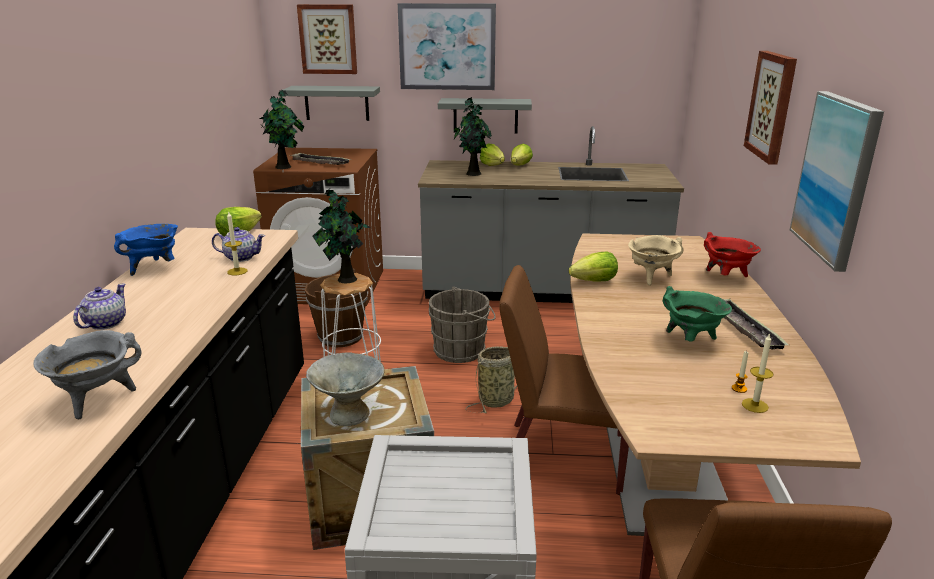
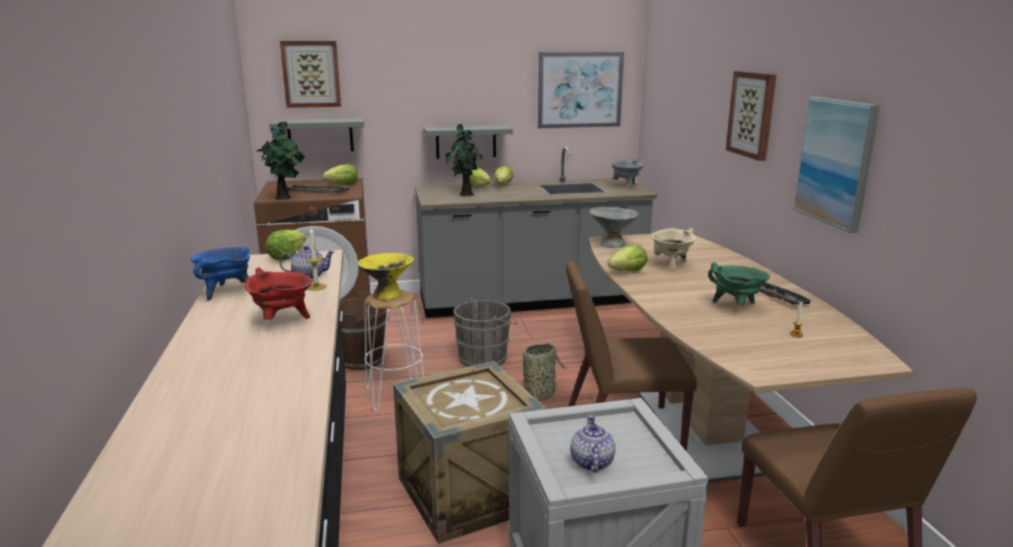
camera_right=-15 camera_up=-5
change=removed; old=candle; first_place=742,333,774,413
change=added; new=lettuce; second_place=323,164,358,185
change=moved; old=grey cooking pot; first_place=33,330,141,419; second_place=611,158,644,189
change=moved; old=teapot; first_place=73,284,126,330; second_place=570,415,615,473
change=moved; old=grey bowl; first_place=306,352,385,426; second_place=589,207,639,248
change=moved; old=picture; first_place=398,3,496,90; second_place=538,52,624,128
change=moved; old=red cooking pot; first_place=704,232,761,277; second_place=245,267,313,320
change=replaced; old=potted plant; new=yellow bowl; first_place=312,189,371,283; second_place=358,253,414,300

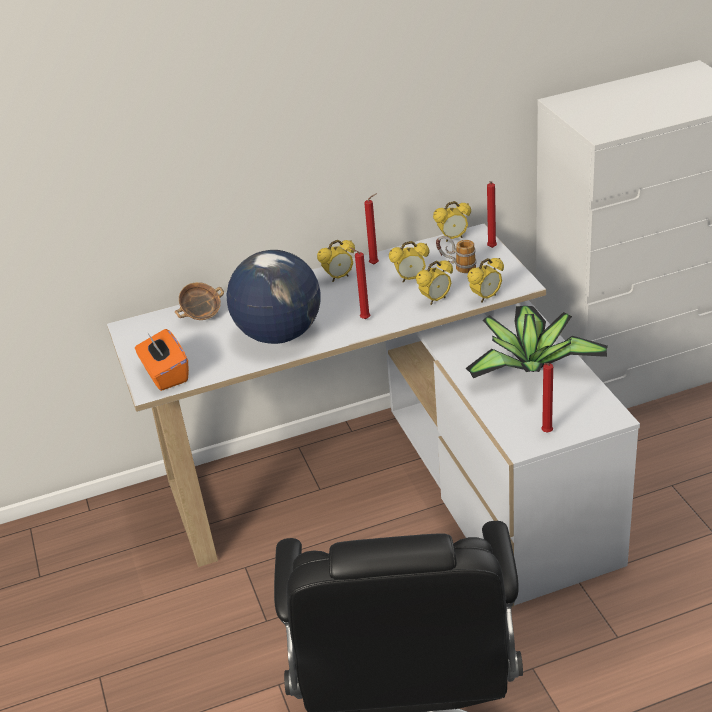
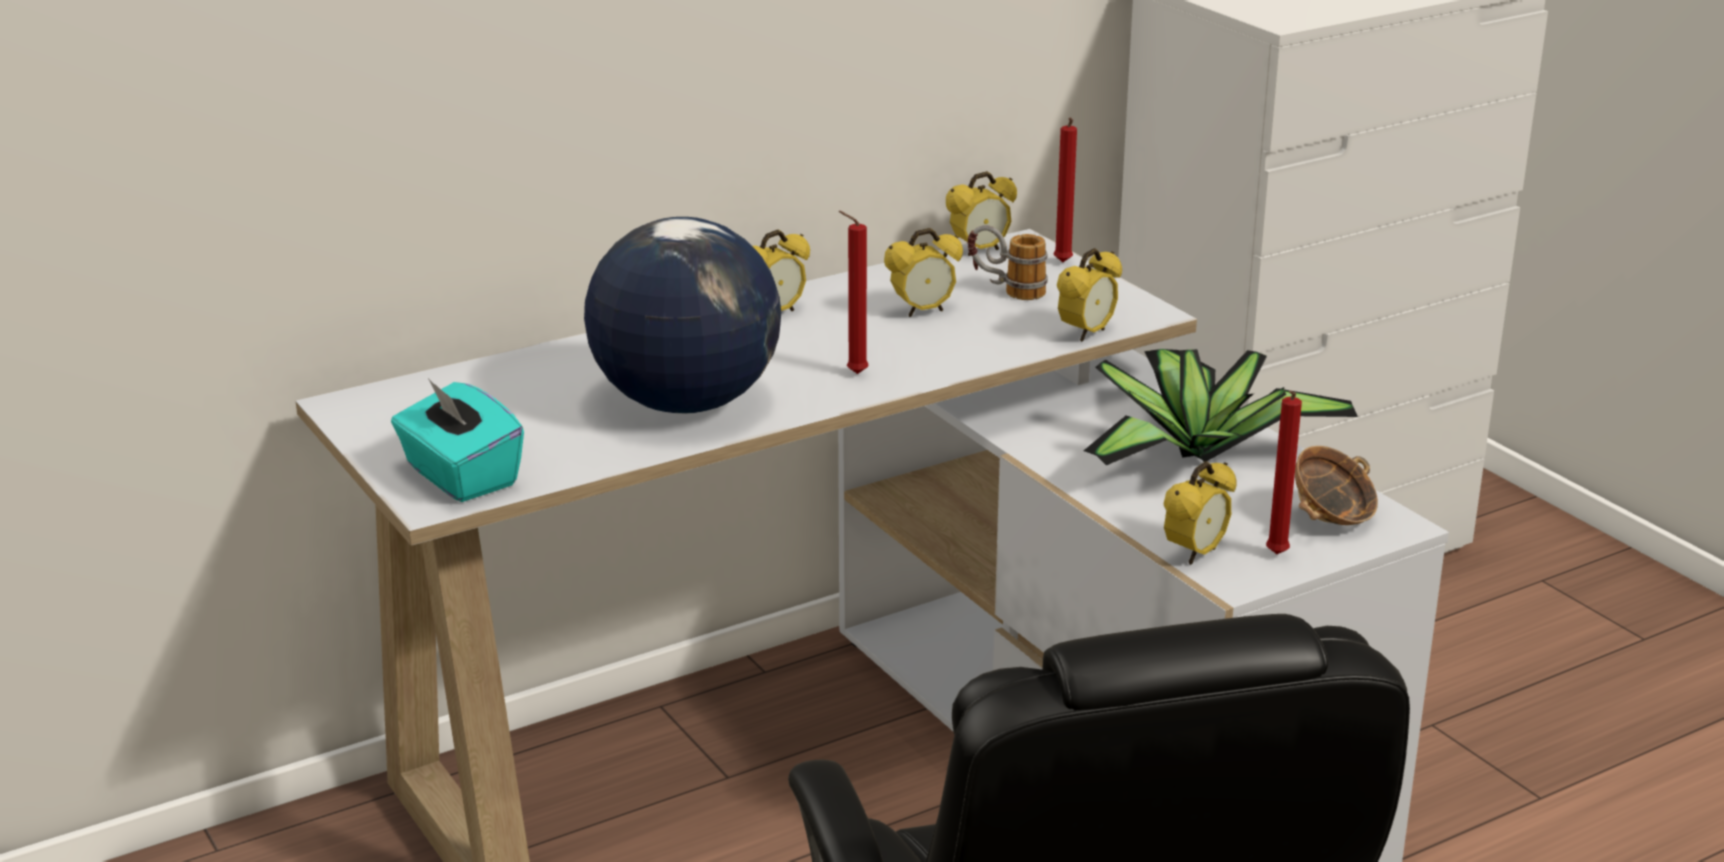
camera_right=-15 camera_up=-10
change=removed; old=red candle; first_place=364,194,379,264
change=moved; old=bowl; first_place=175,282,224,320; second_place=1295,446,1378,525
change=moved; old=alarm clock; first_place=416,260,453,305; second_place=1164,461,1237,565
change=recoloured; old=orange tissue box; new=turquoise tissue box; first_place=135,329,189,391; second_place=391,377,524,502

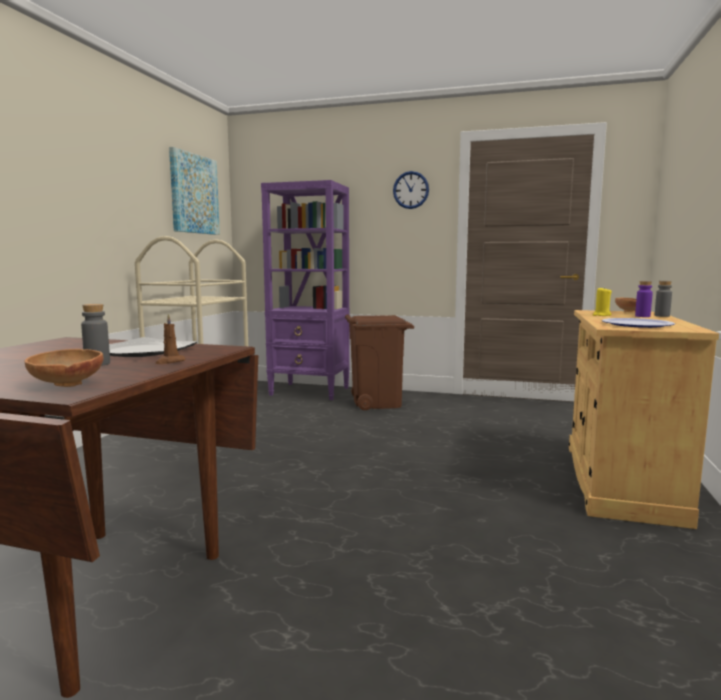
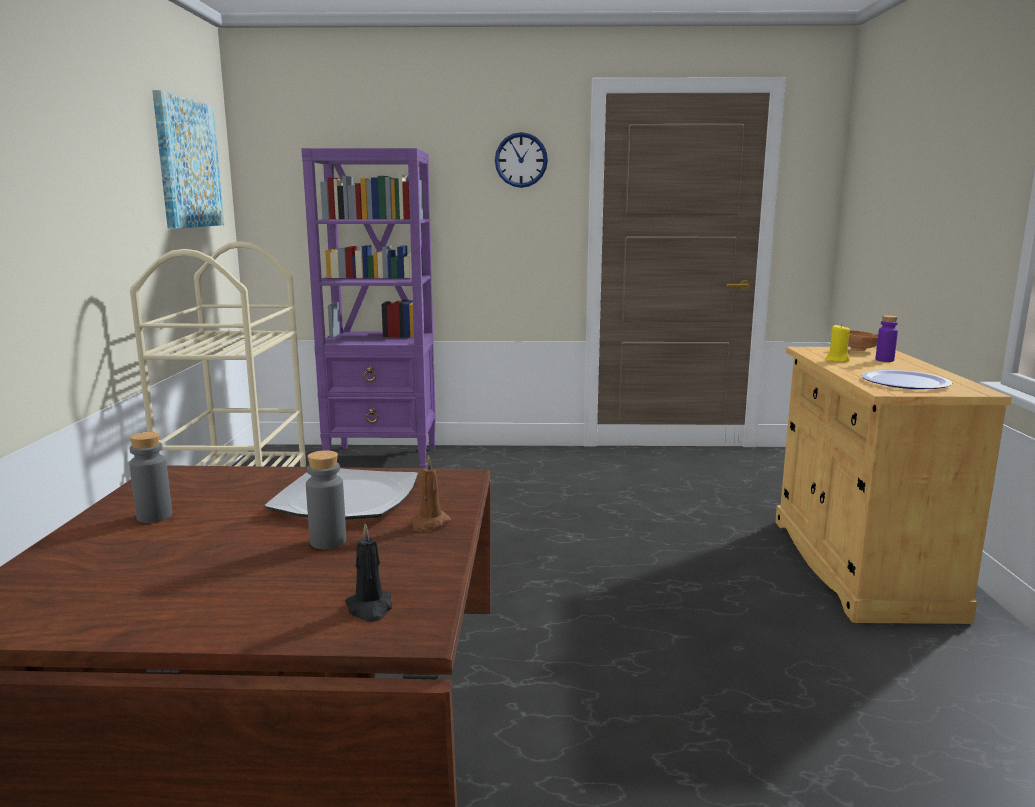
camera_right=-15 camera_up=5
change=removed; old=brown trash can; first_place=345,314,414,410
change=moved; old=grey bottle; first_place=655,281,672,317; second_place=129,432,172,523
change=replaced; old=brown bowl; new=black candle; first_place=25,349,103,387; second_place=345,523,392,622

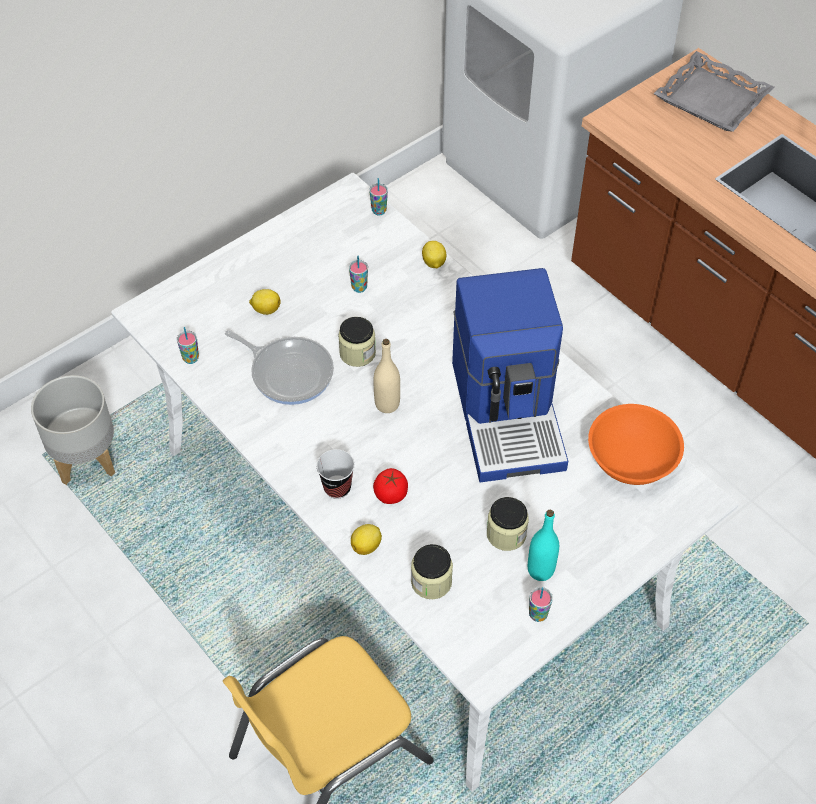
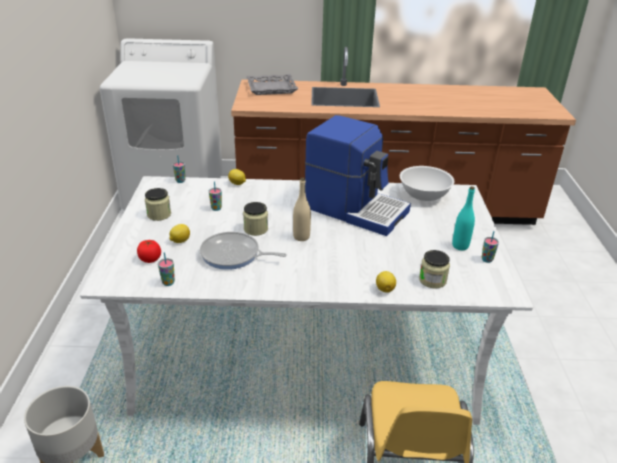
camera_right=-50 camera_up=-20
change=removed; old=cup; first_place=317,449,355,499
change=moved; old=tomato; first_place=373,468,408,504; second_place=137,240,161,263
change=moved; old=jar; first_place=487,497,529,551; second_place=145,188,171,221
change=recoloured; old=orange bowl; new=white bowl; first_place=588,404,684,485; second_place=400,166,454,201
change=turned; old=frying pan; first_place=225,330,334,405; second_place=200,232,287,270; degrees=-150

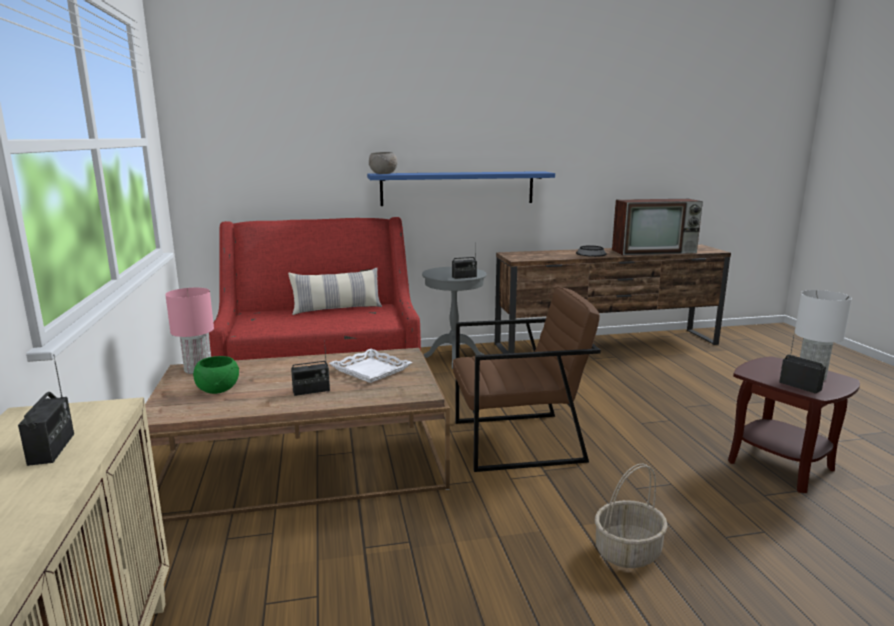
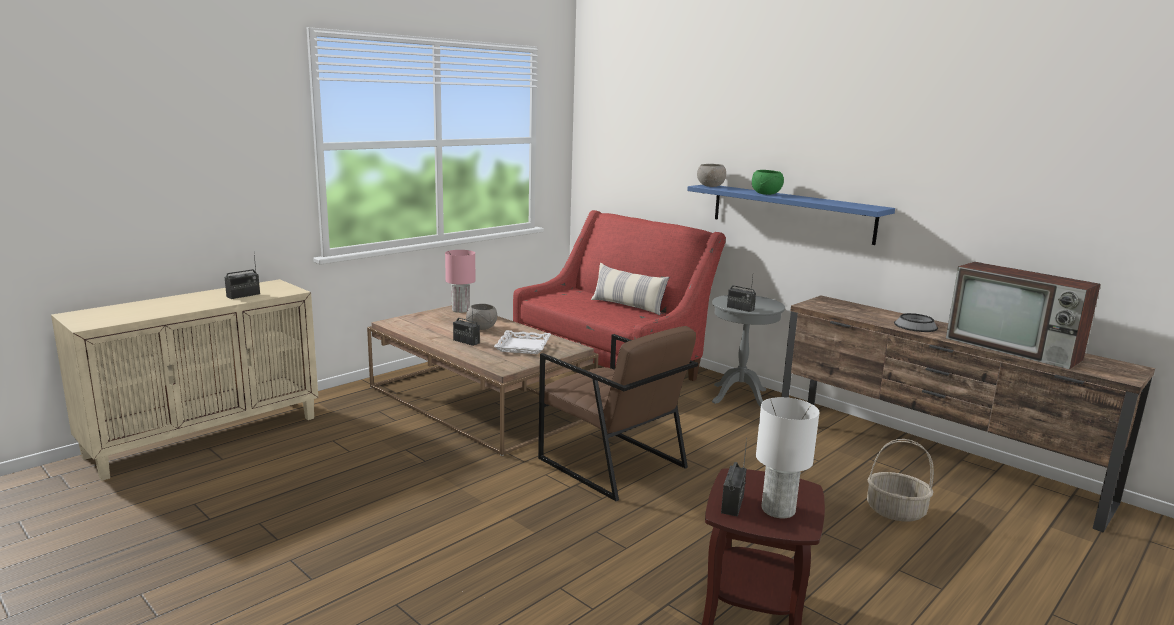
camera_right=55 camera_up=0
change=added; new=grey bowl; second_place=466,304,497,330
change=moved; old=green bowl; first_place=193,356,239,394; second_place=752,170,784,195
change=moved; old=basket; first_place=595,464,668,568; second_place=867,439,934,522

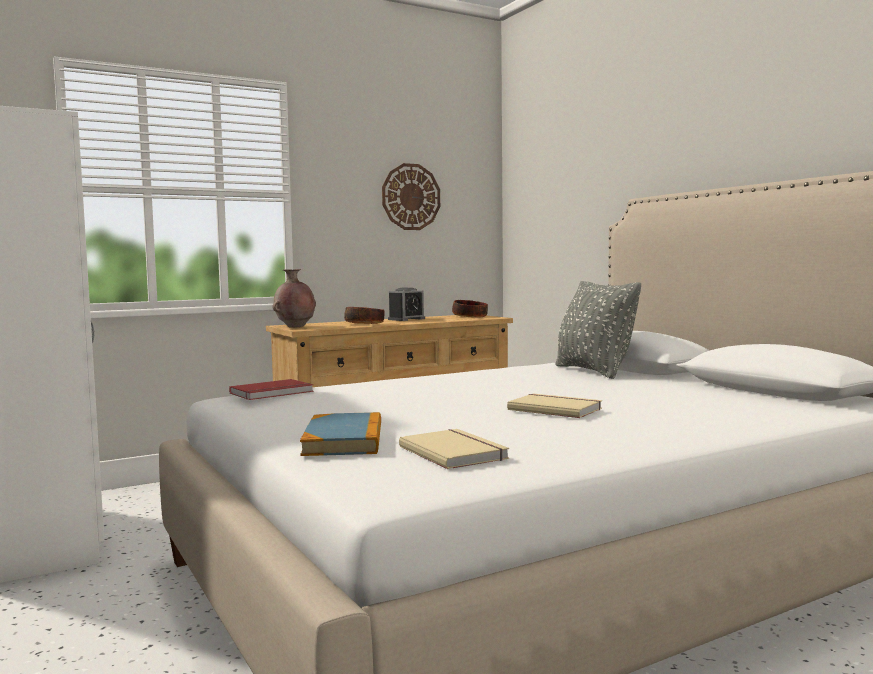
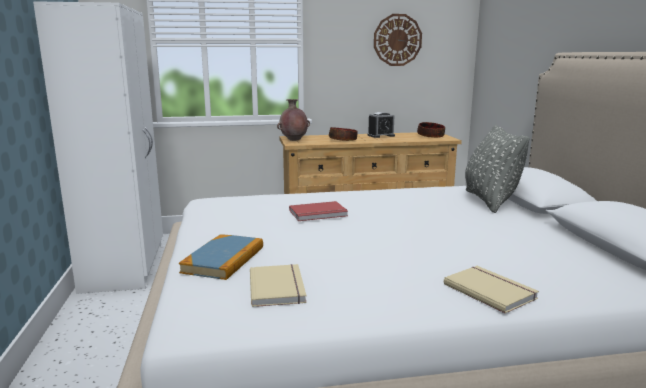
camera_right=20 camera_up=10
change=moved; old=red book; first_place=229,379,314,400; second_place=289,201,348,221
change=moved; old=beige book; first_place=507,393,602,418; second_place=444,266,539,314

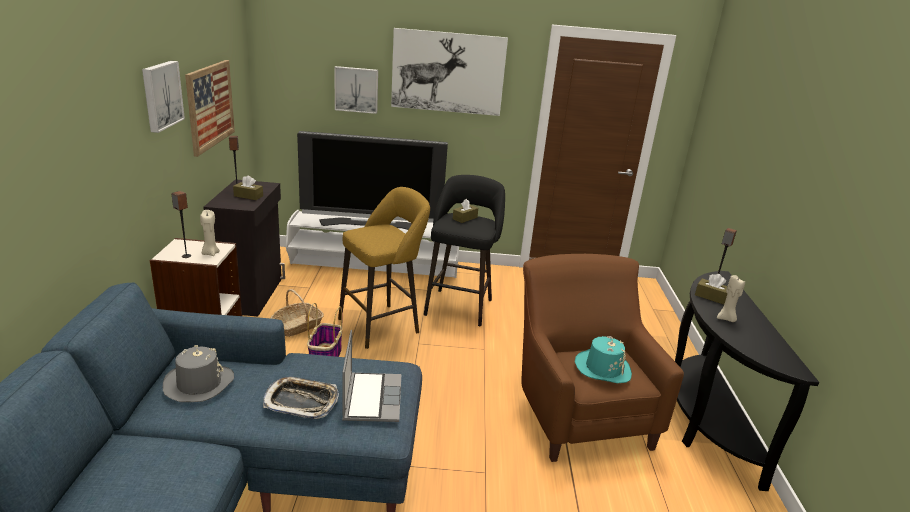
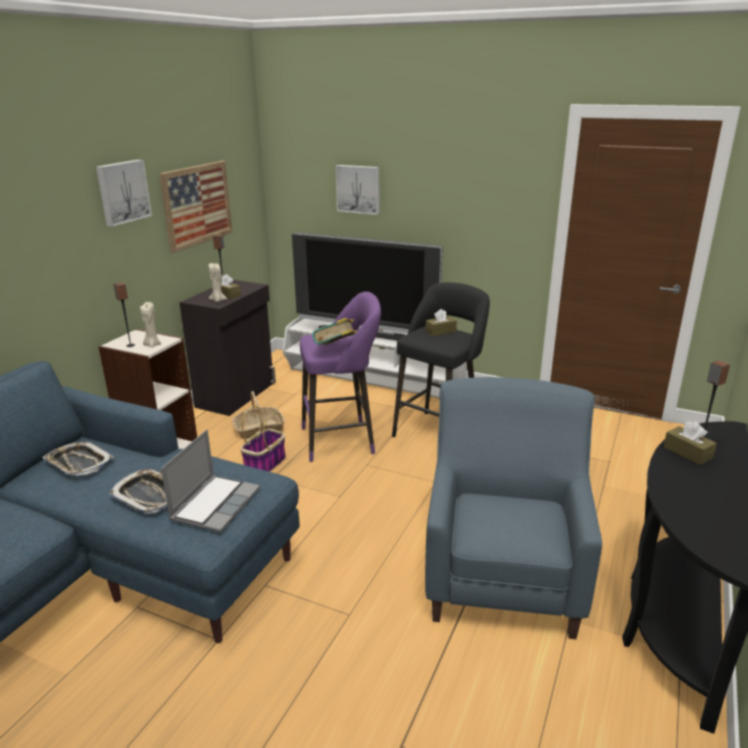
camera_right=25 camera_up=0
change=removed; old=picture; first_place=391,28,508,116
change=removed; old=turquoise hat; first_place=575,336,632,383
change=added; new=book; second_place=312,318,358,345
change=moved; old=beige candle; first_place=717,275,745,322; second_place=208,263,227,302
change=replaced; old=grey hat; new=tray; first_place=163,345,234,402; second_place=42,441,114,476
change=recoloured; old=yellow stool; new=purple stool; first_place=338,187,430,349; second_place=300,292,381,462
change=recoloured; old=brown armchair; new=blue armchair; first_place=522,254,684,462; second_place=425,377,602,639

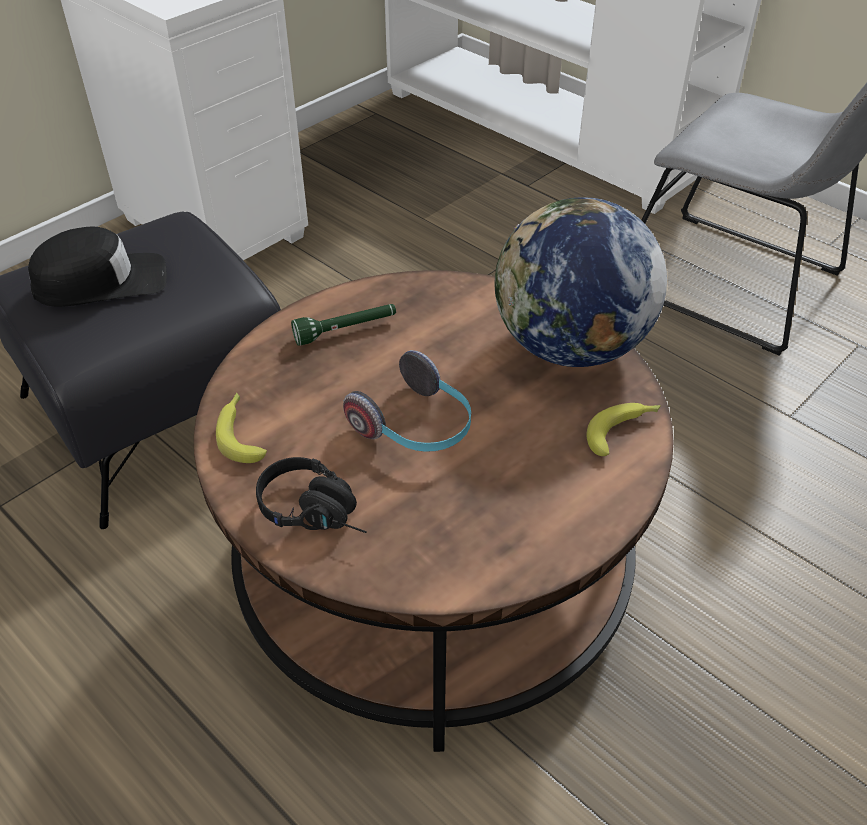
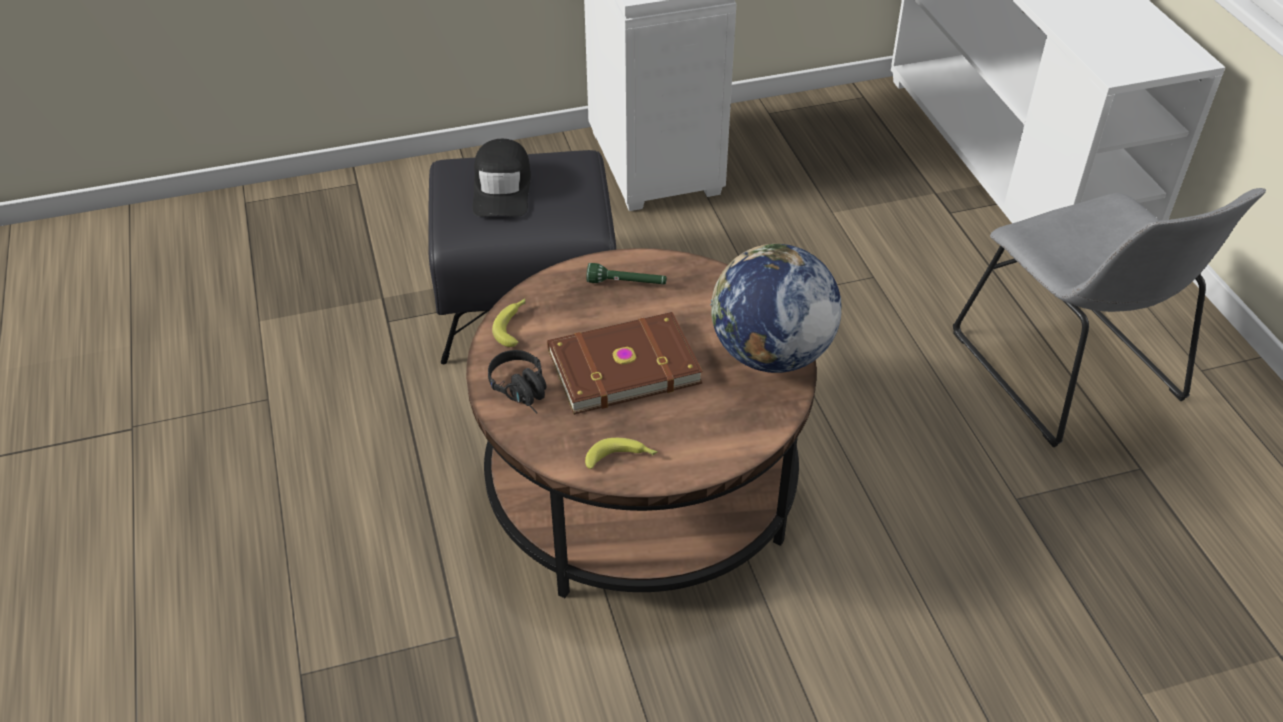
camera_right=30 camera_up=0
change=moved; old=banana; first_place=587,403,661,456; second_place=585,438,658,469
change=replaced; old=headphones; new=brown book; first_place=343,350,471,452; second_place=547,312,703,415
change=turned; old=black cap; first_place=28,226,167,307; second_place=472,139,531,217; degrees=75

